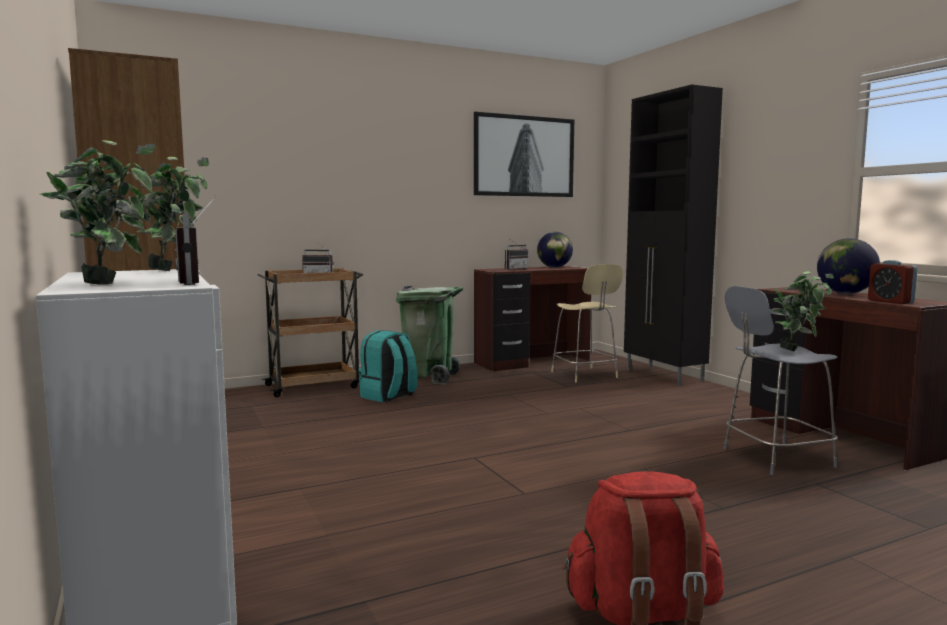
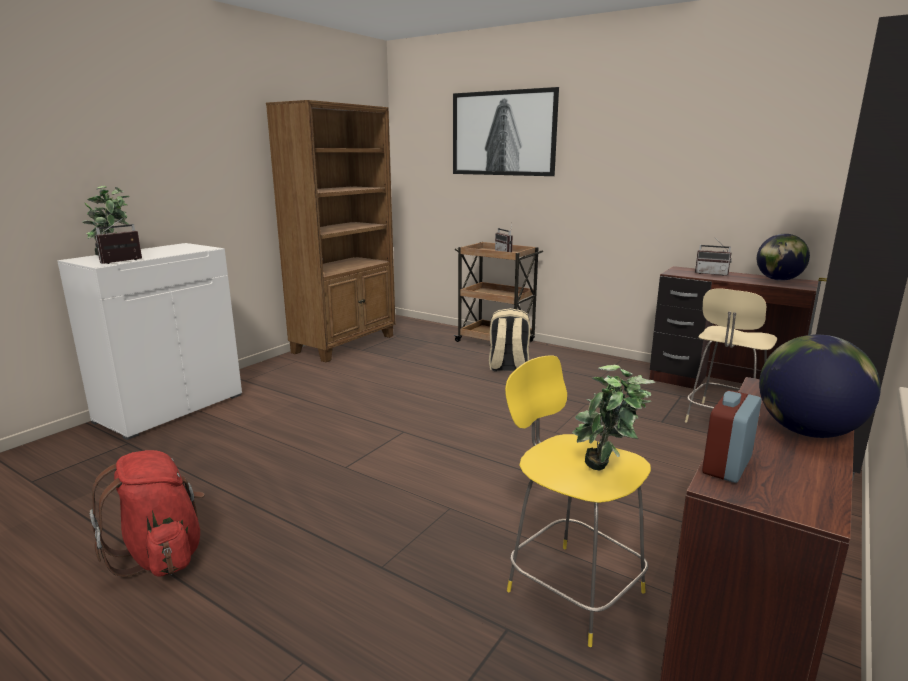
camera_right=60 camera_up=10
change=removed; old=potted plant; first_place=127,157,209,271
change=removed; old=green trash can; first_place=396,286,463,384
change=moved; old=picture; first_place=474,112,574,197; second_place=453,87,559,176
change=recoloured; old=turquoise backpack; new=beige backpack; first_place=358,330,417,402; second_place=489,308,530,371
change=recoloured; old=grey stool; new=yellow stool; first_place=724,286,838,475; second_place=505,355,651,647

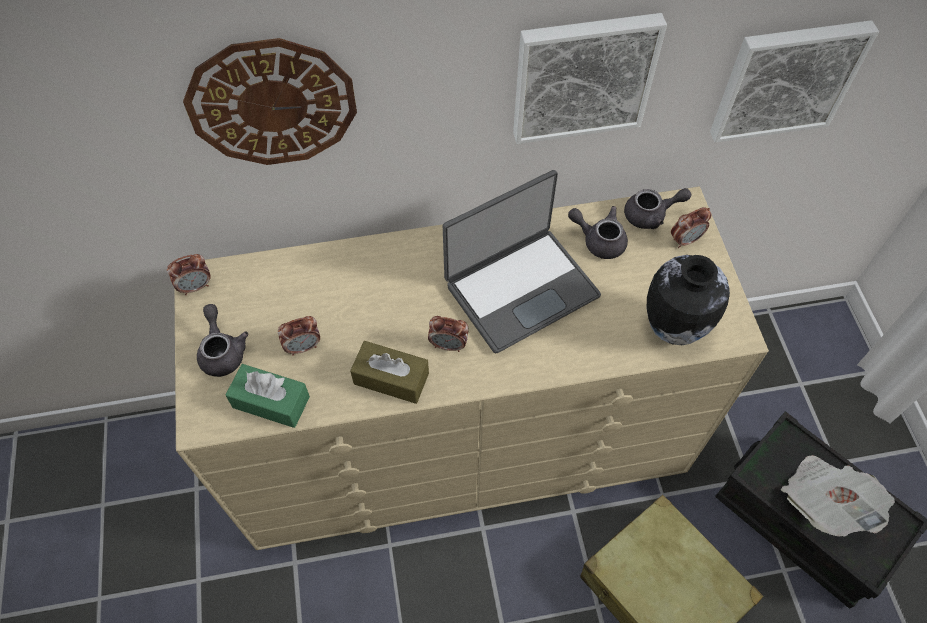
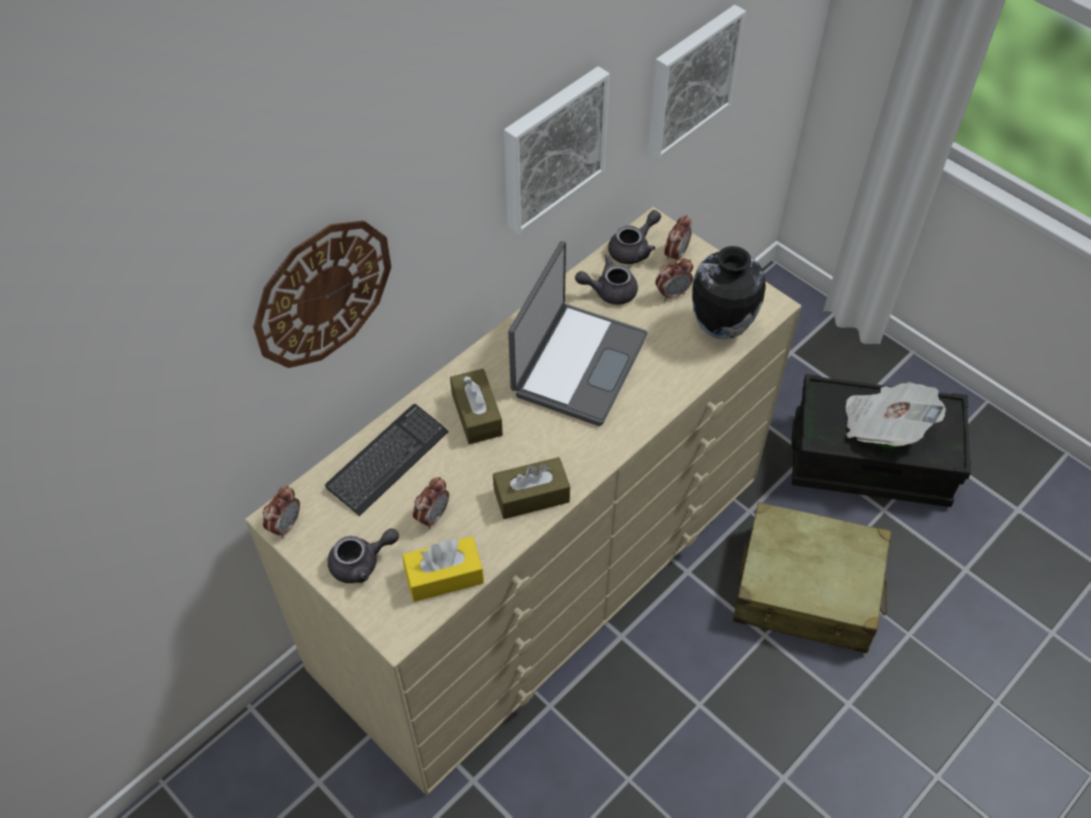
camera_right=-35 camera_up=-5
change=added; new=keyboard; second_place=325,404,449,516
change=added; new=brown tissue box; second_place=450,369,503,444
change=moved; old=alarm clock; first_place=428,316,468,352; second_place=655,258,693,301
change=recoloured; old=green tissue box; new=yellow tissue box; first_place=225,364,310,428; second_place=402,536,484,602
change=turned; old=grey teapot; first_place=197,304,248,377; second_place=328,528,399,583; degrees=120

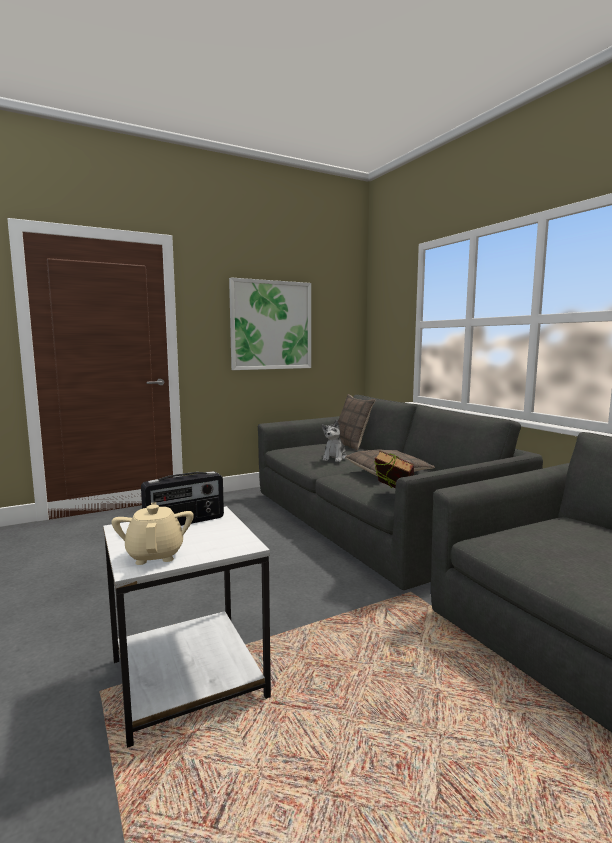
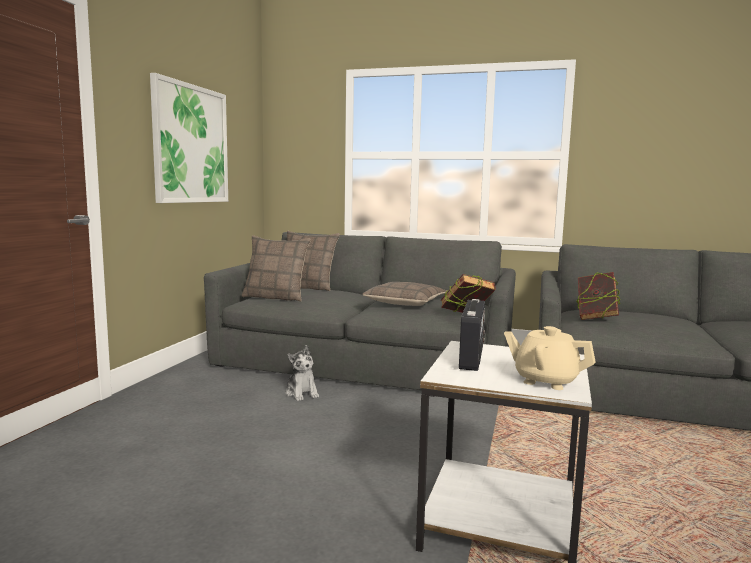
camera_right=-45 camera_up=0
change=added; new=pillow; second_place=242,235,311,302
change=added; new=book; second_place=577,272,620,320
change=moved; old=plush toy; first_place=322,420,347,462; second_place=286,345,319,401

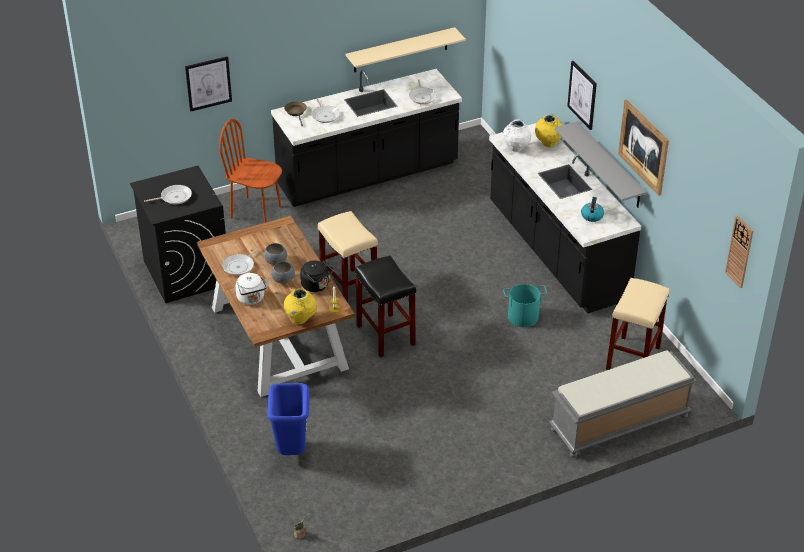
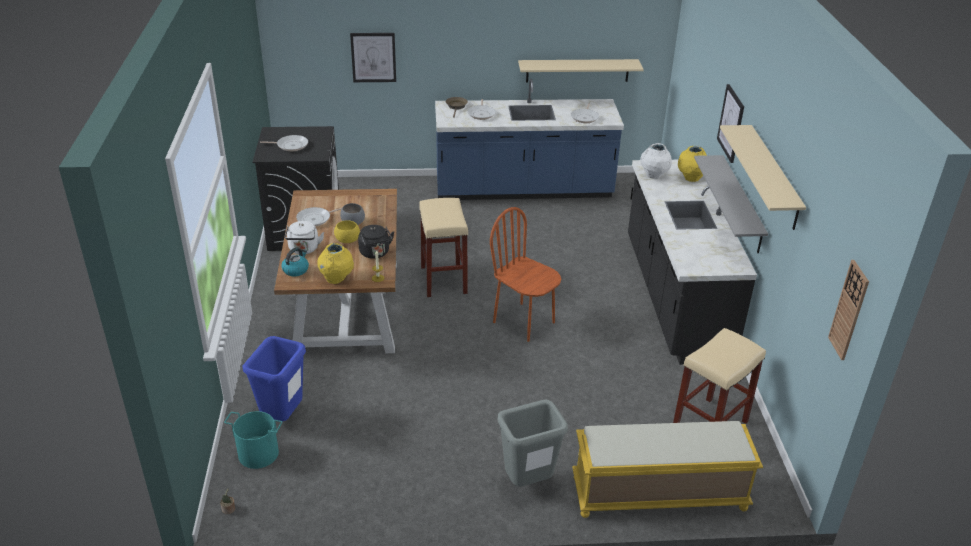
camera_right=20 camera_up=-5
change=removed; old=black stool; first_place=355,256,416,357
change=added; new=grey trash can; second_place=497,399,568,487
change=moved; old=brown chair; first_place=219,119,282,223; second_place=490,207,561,342
change=moved; old=turquoise bucket; first_place=503,284,547,327; second_place=224,411,282,469
change=moved; old=kettle; first_place=581,197,604,222; second_place=281,248,309,277
change=replaced; old=picture; new=beige shelf; first_place=618,100,669,196; second_place=720,125,806,230
change=recoloured; old=black counter; new=blue counter; first_place=271,69,462,207; second_place=435,79,624,200
change=recoloured; old=grey bowl; new=yellow bowl; first_place=271,262,295,284; second_place=334,220,360,243
change=recoloured; old=grey bench; new=yellow bench; first_place=549,350,697,458; second_place=572,421,763,518

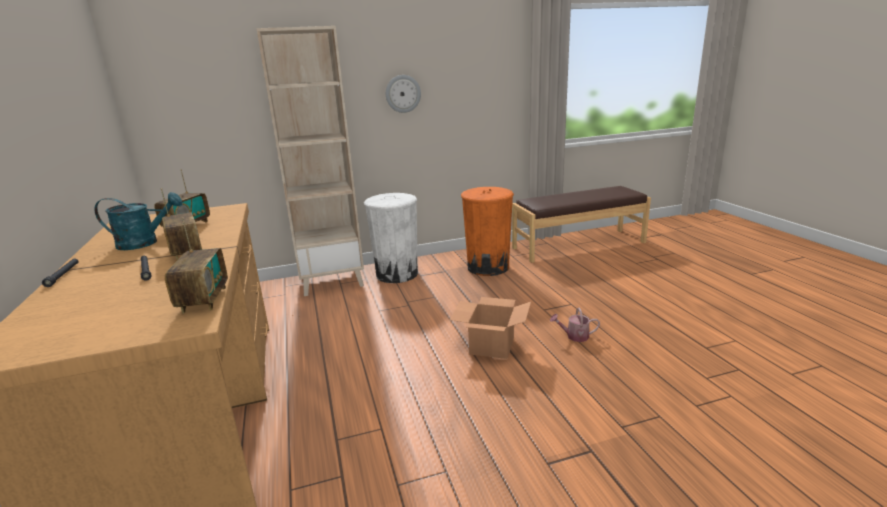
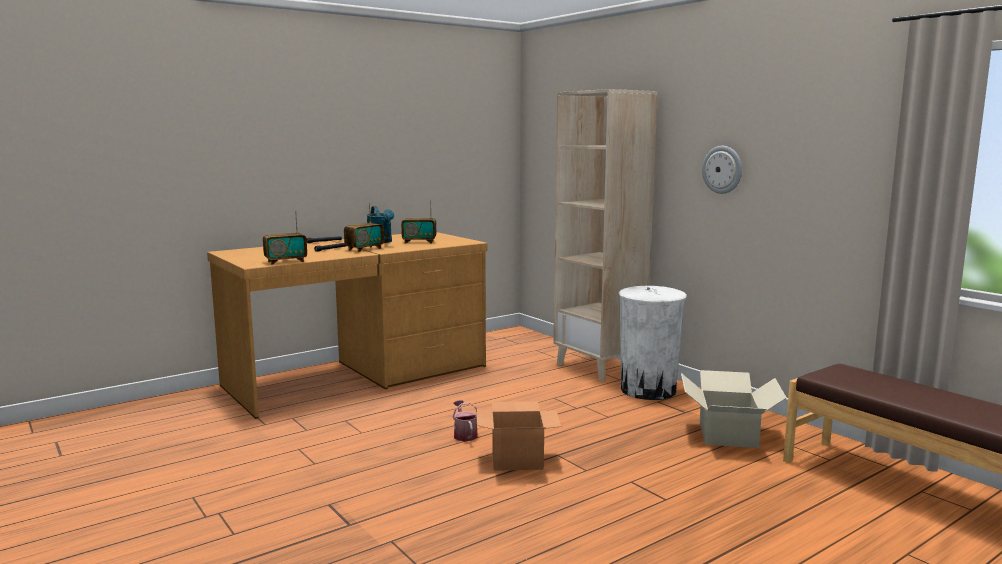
camera_right=70 camera_up=-10
change=moved; old=watering can; first_place=550,307,600,342; second_place=452,400,477,441
change=replaced; old=orange trash can; new=cardboard box; first_place=461,187,514,276; second_place=681,370,787,448

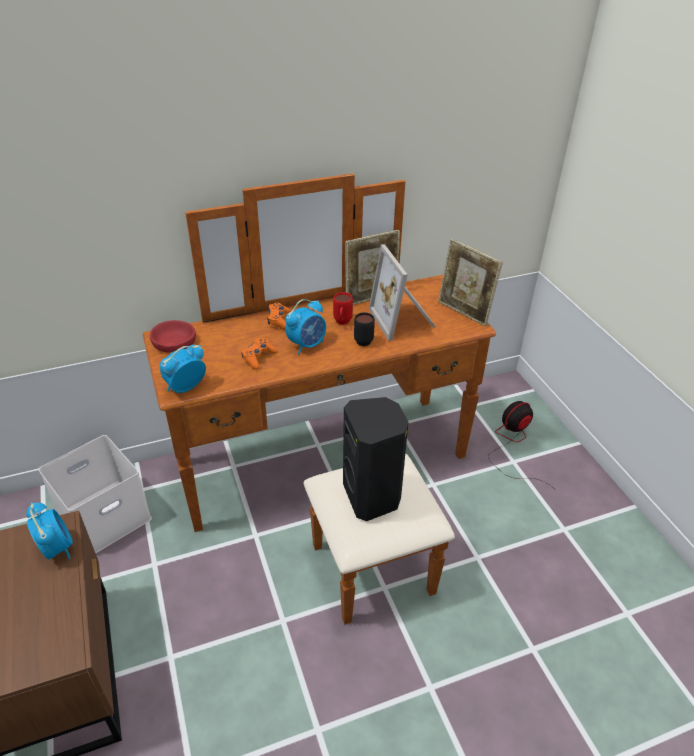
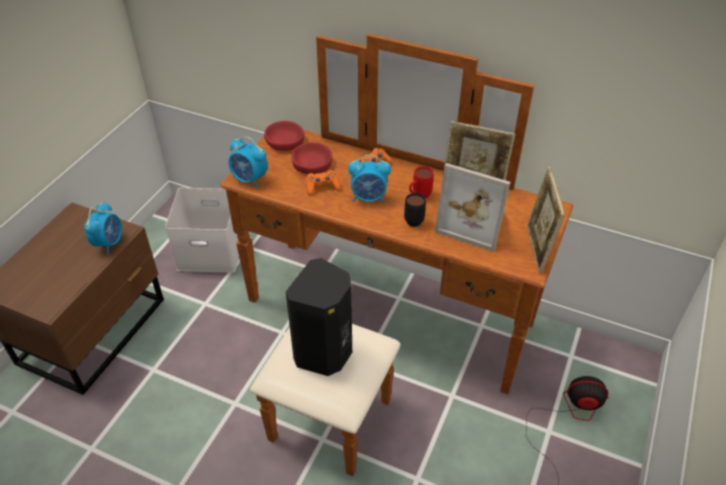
camera_right=45 camera_up=5
change=added; new=red bowl; second_place=292,142,332,174
change=turned; old=alarm clock; first_place=160,345,206,393; second_place=228,137,268,188; degrees=-150
change=turned; old=picture frame; first_place=369,245,436,341; second_place=435,163,510,252; degrees=-90

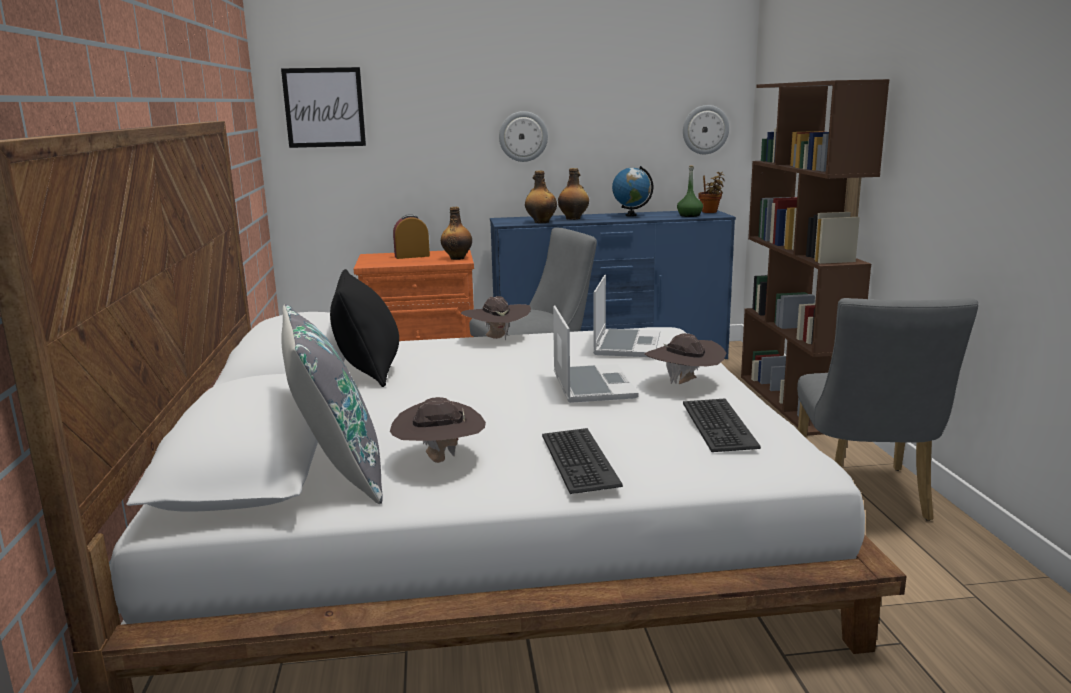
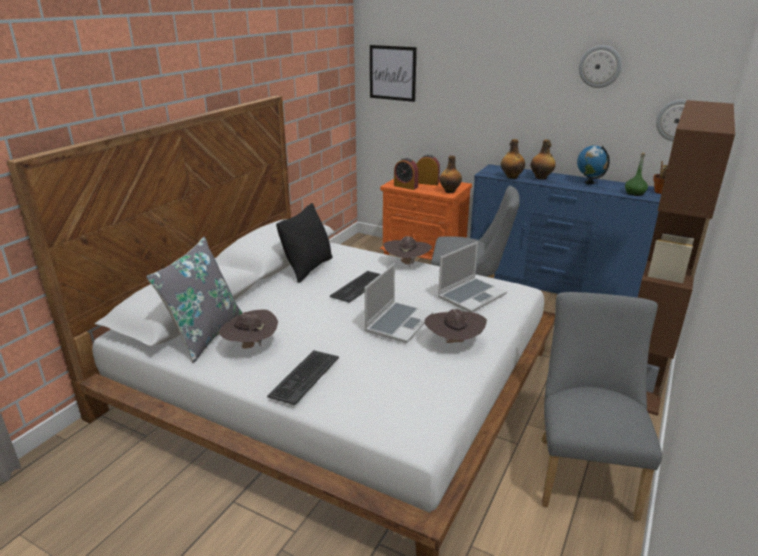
camera_right=35 camera_up=10
change=added; new=alarm clock; second_place=394,158,419,190
change=moved; old=wall clock; first_place=499,111,548,162; second_place=579,45,622,88
change=moved; old=keyboard; first_place=683,399,761,452; second_place=330,271,380,303
change=turned; old=grey chair; first_place=797,298,978,521; second_place=541,292,662,521; degrees=150

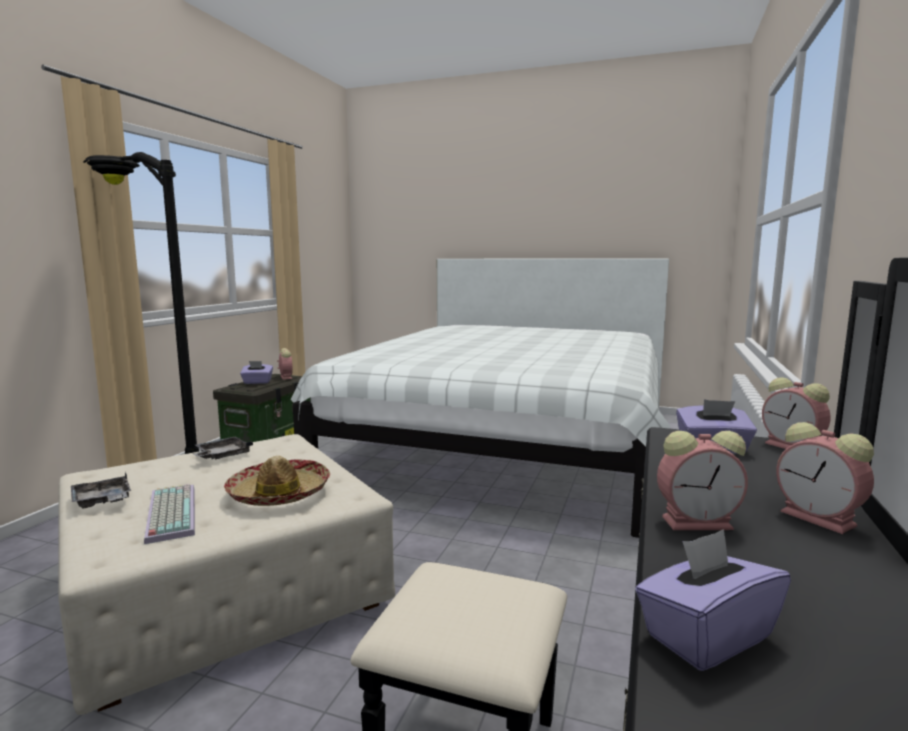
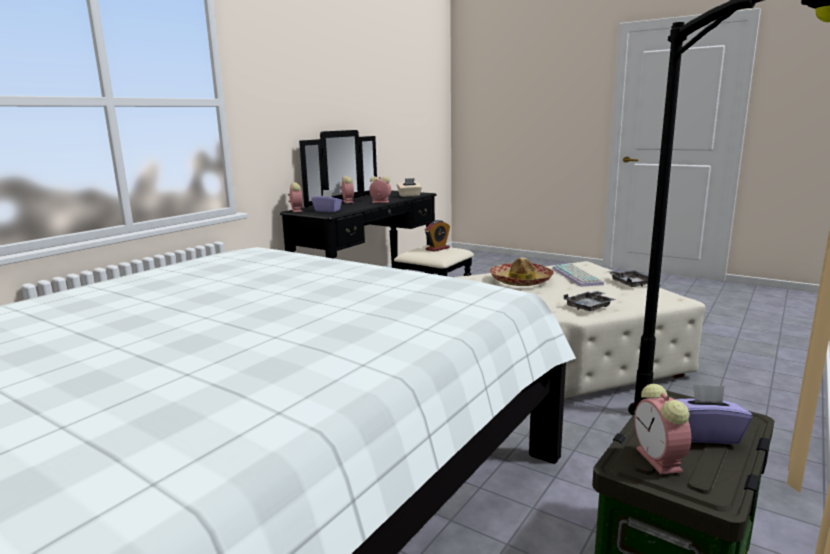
camera_right=-165 camera_up=5
change=added; new=alarm clock; second_place=425,220,450,252
change=recoloured; old=purple tissue box; new=beige tissue box; first_place=635,529,791,671; second_place=397,178,422,197

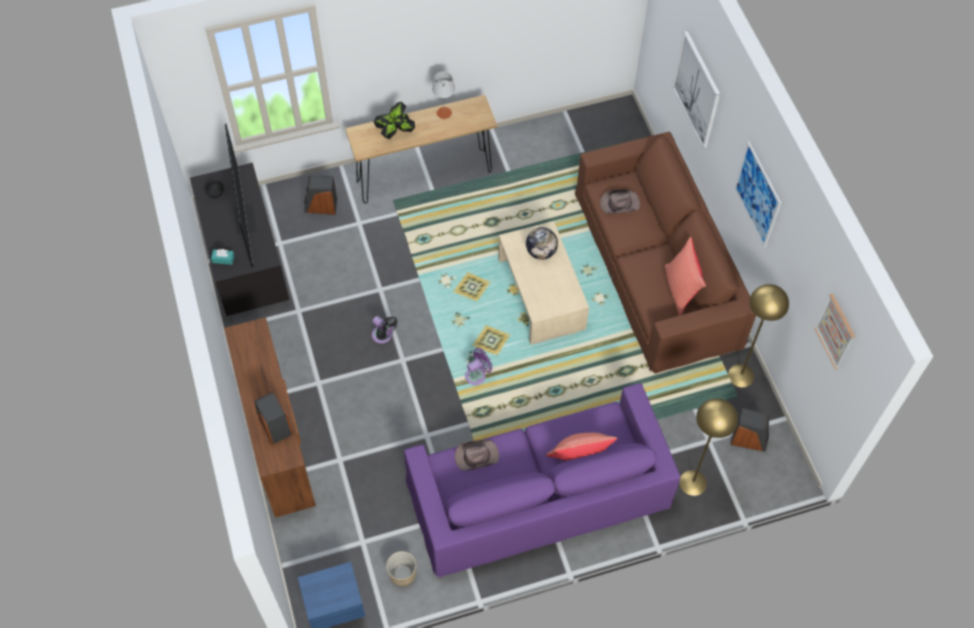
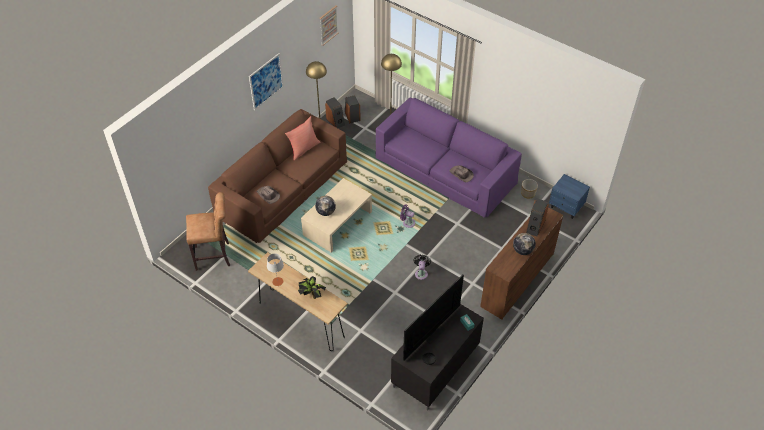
camera_right=-125 camera_up=-10
change=removed; old=red pillow; first_place=546,433,617,461
change=removed; old=picture; first_place=672,31,720,149
change=added; new=brown stool; second_place=186,192,230,271
change=added; new=globe; second_place=513,233,536,255
change=moved; old=speaker; first_place=304,176,337,215; second_place=325,98,345,128

